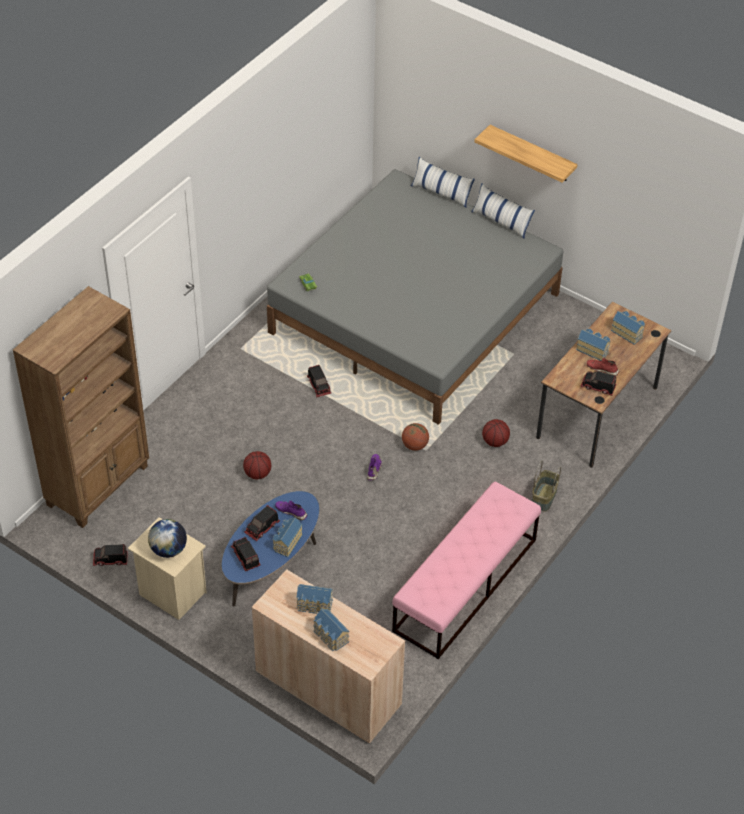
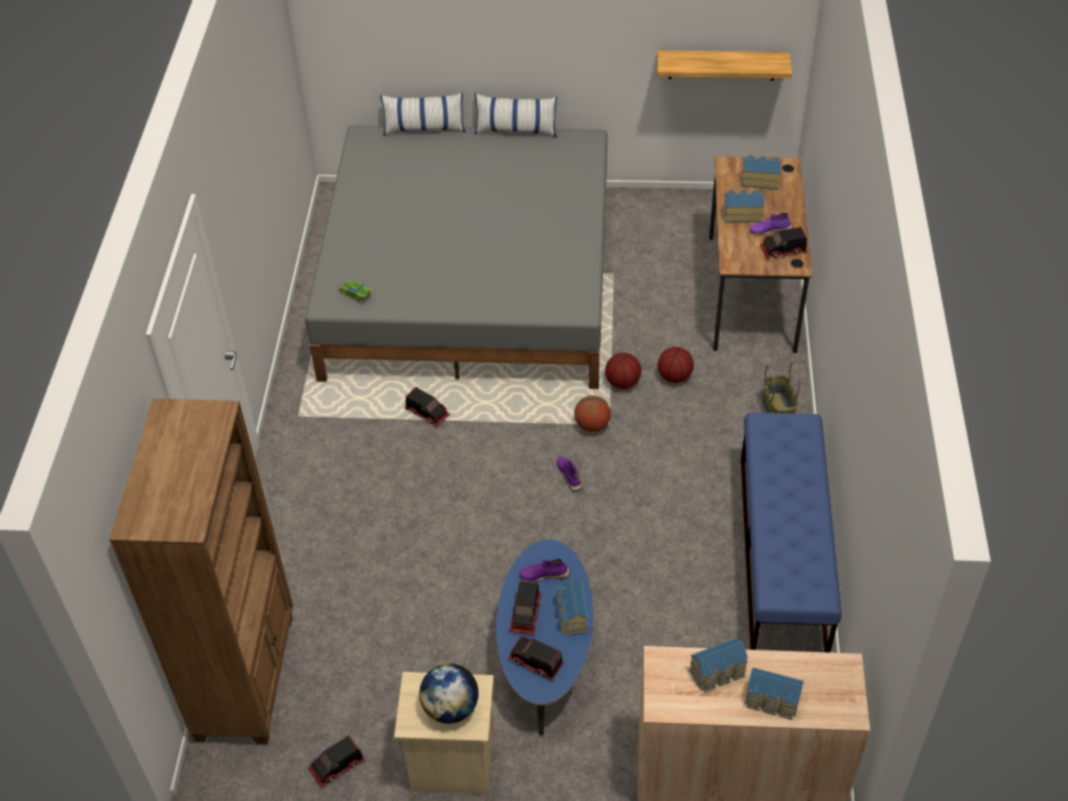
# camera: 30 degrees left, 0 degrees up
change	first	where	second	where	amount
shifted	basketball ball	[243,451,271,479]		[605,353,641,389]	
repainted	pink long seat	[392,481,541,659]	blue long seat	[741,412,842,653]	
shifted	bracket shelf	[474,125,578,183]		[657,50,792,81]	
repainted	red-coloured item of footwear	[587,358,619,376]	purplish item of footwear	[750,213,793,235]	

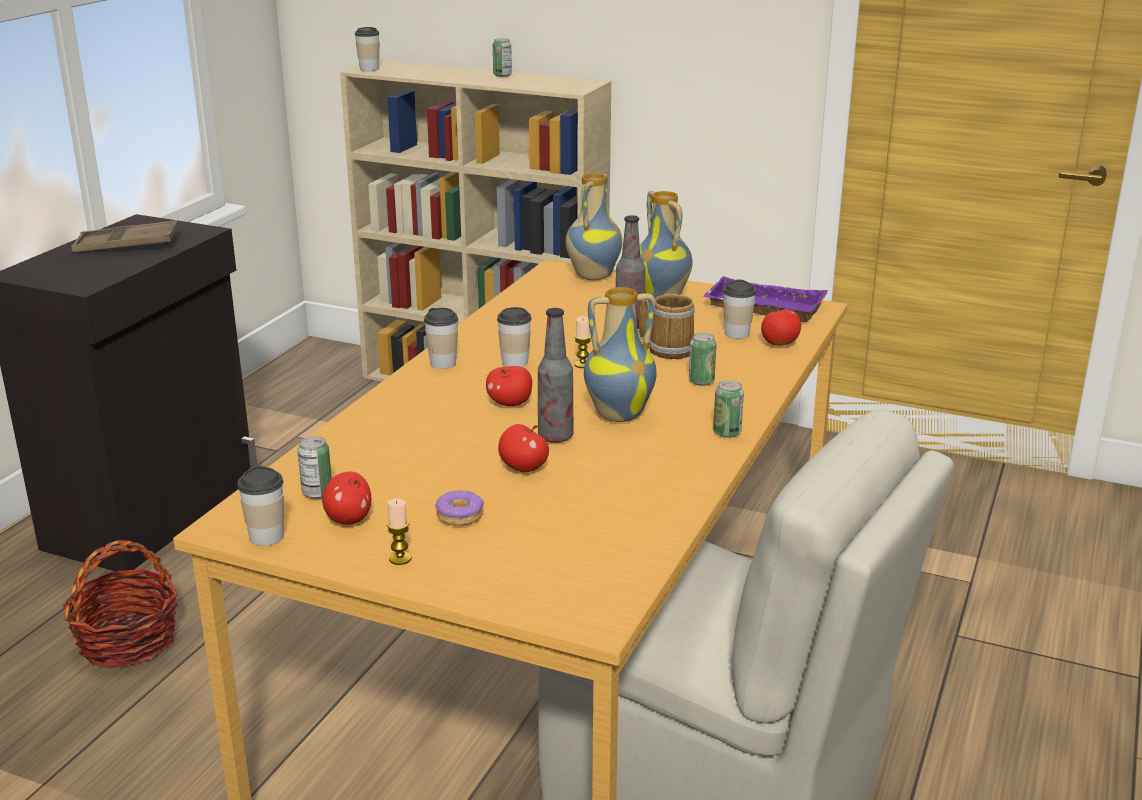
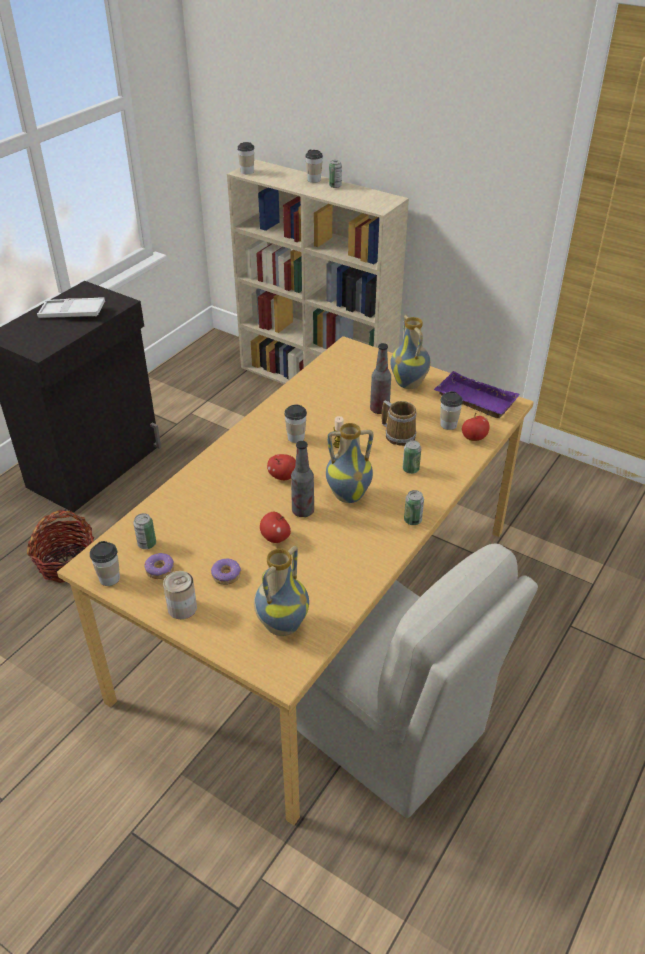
# camera: 10 degrees right, 15 degrees up
change	first	where	second	where	amount
repainted	brown-coloured serving tray	[71,220,178,253]	white serving tray	[37,297,105,318]	
swapped	whole apple	[322,472,371,525]	ring doughnut	[144,553,174,579]	
swapped	candle	[387,499,411,565]	can	[163,571,197,619]	
shifted	drinking cup	[424,308,459,369]		[305,150,323,183]	
shifted	decorative vase	[566,173,622,281]		[254,546,309,636]	

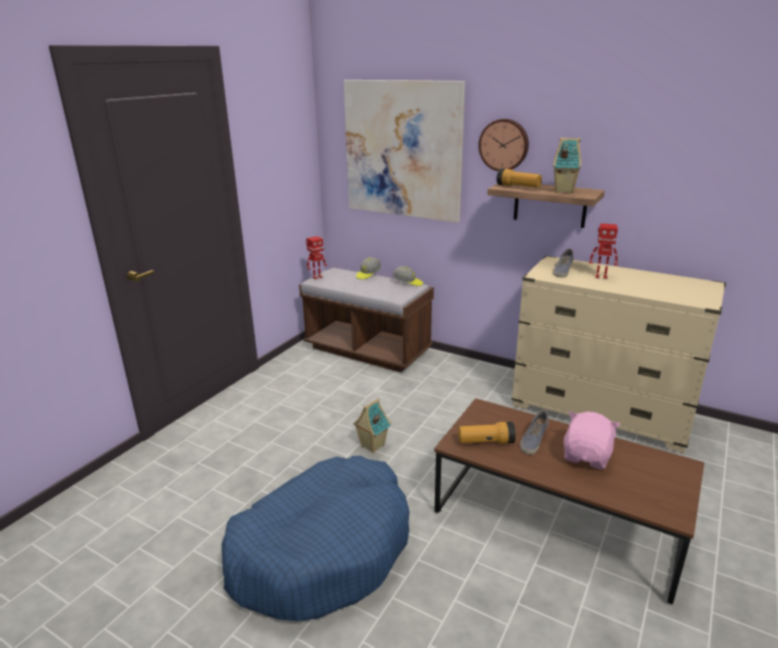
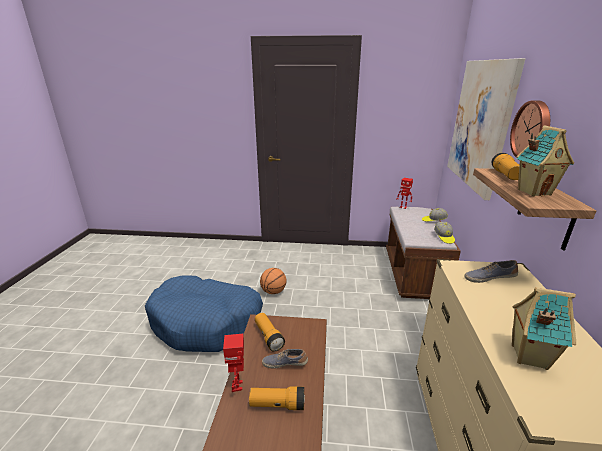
# camera: 65 degrees right, 0 degrees up
change	first	where	second	where	amount
shifted	miniature house	[353,398,391,453]		[512,287,576,370]	
swapped	pink plush toy	[564,411,621,469]	torch	[249,386,305,410]	
shifted	toy robot	[589,223,618,279]		[223,334,244,392]	
new			basketball ball	[260,268,286,294]	

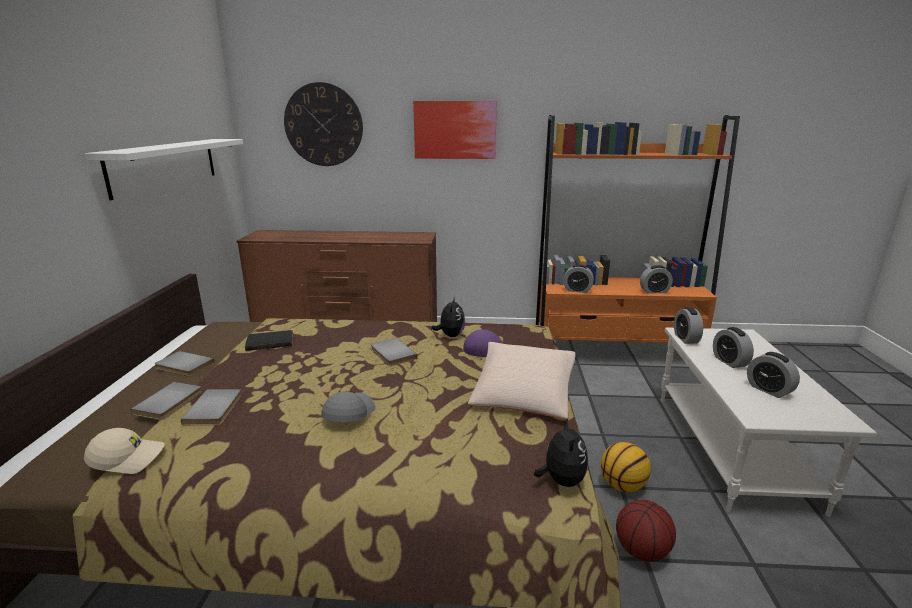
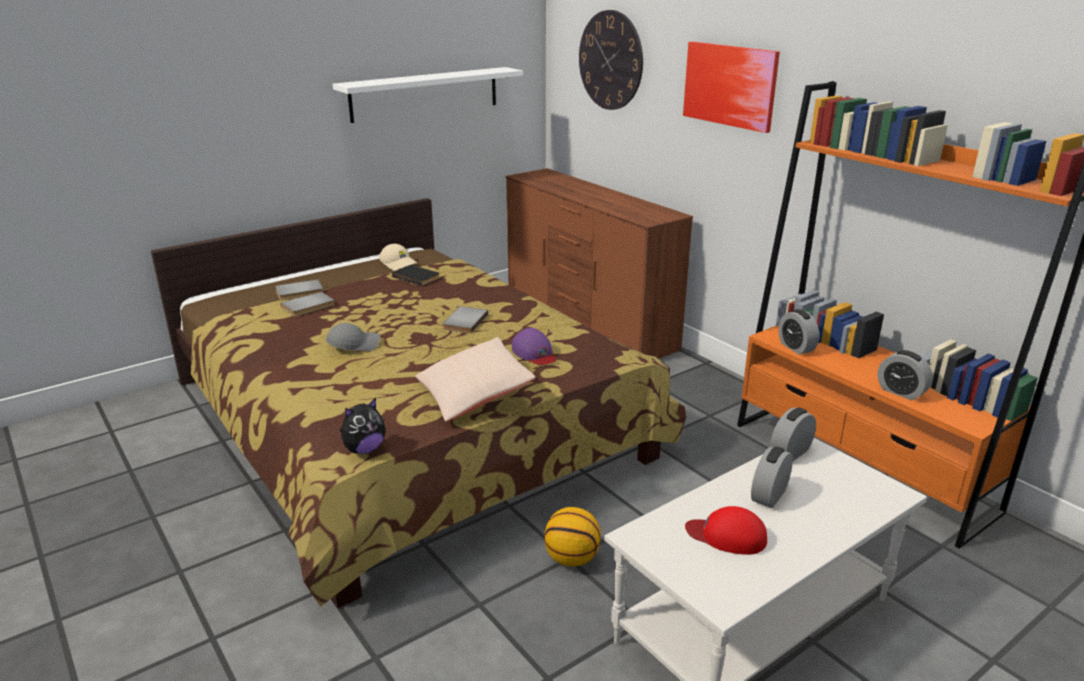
# camera: 50 degrees right, 5 degrees up
change	first	where	second	where	amount
shifted	beige-coloured peaked cap	[84,428,165,474]		[379,244,417,271]	
gone	gray book	[155,351,215,377]			
gone	plush toy	[431,297,465,337]			
gone	basketball ball	[616,500,676,562]			
swapped	alarm clock	[747,352,800,398]	red-coloured peaked cap	[685,506,767,555]	

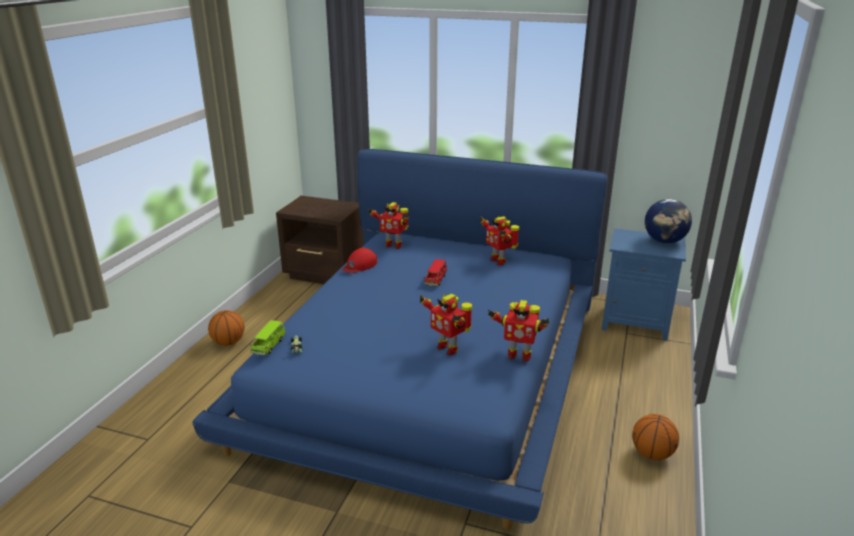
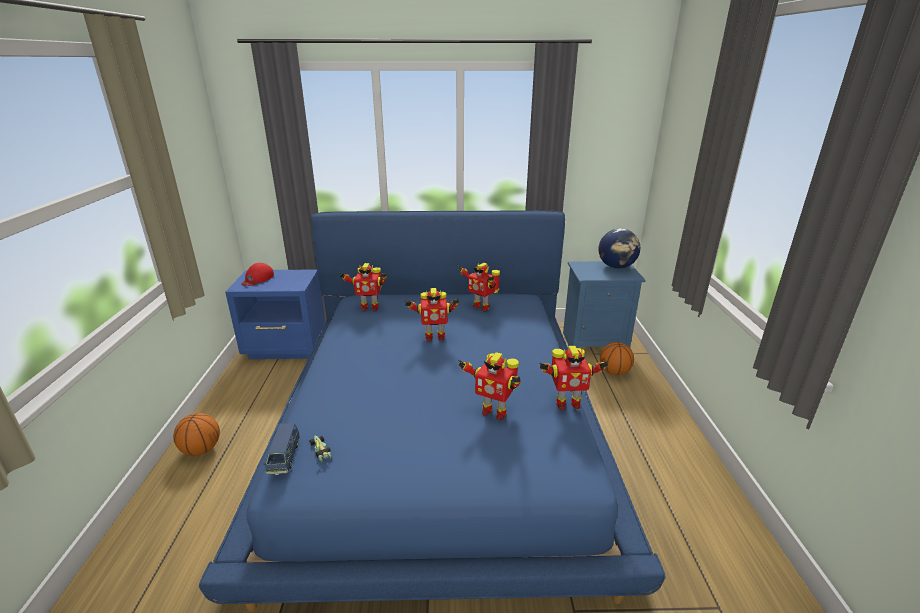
# camera: 20 degrees left, 0 degrees up
change	first	where	second	where	amount
repainted	green model car	[250,320,286,356]	blue model car	[264,423,300,475]	
repainted	brown-coloured bedside table	[276,196,364,284]	blue bedside table	[225,270,325,359]	
shifted	red-coloured peaked cap	[342,248,377,273]		[241,263,274,286]	
swapped	red-coloured model car	[424,259,447,286]	toy robot	[404,288,459,341]	
shifted	basketball ball	[632,414,679,460]		[600,342,634,375]	

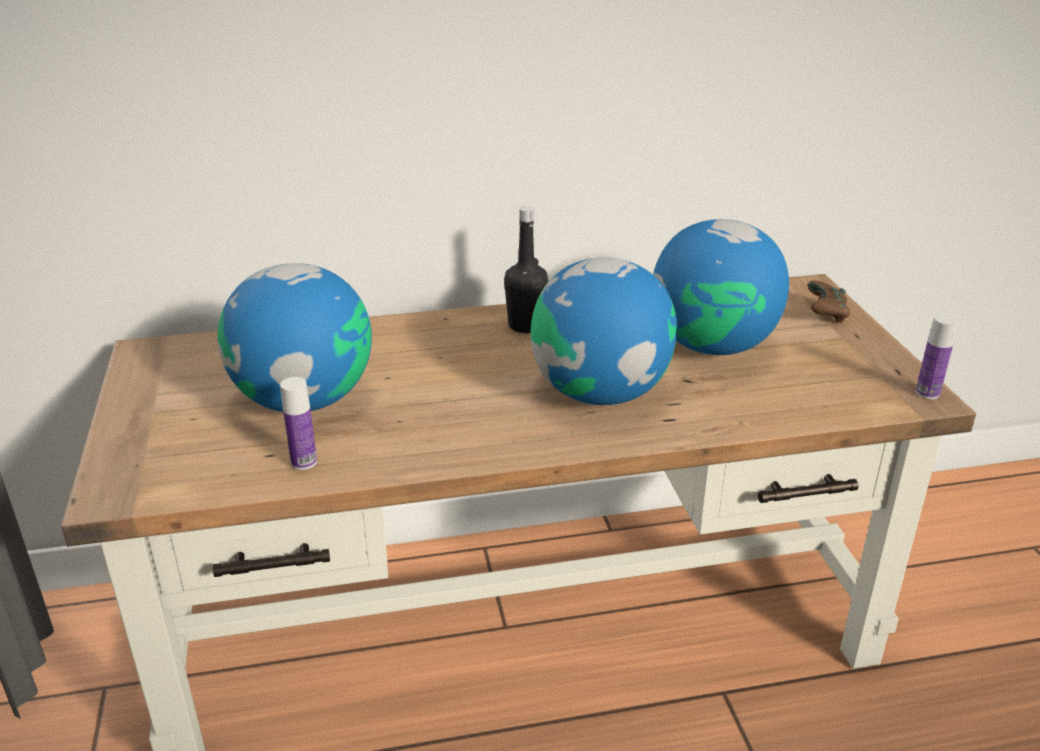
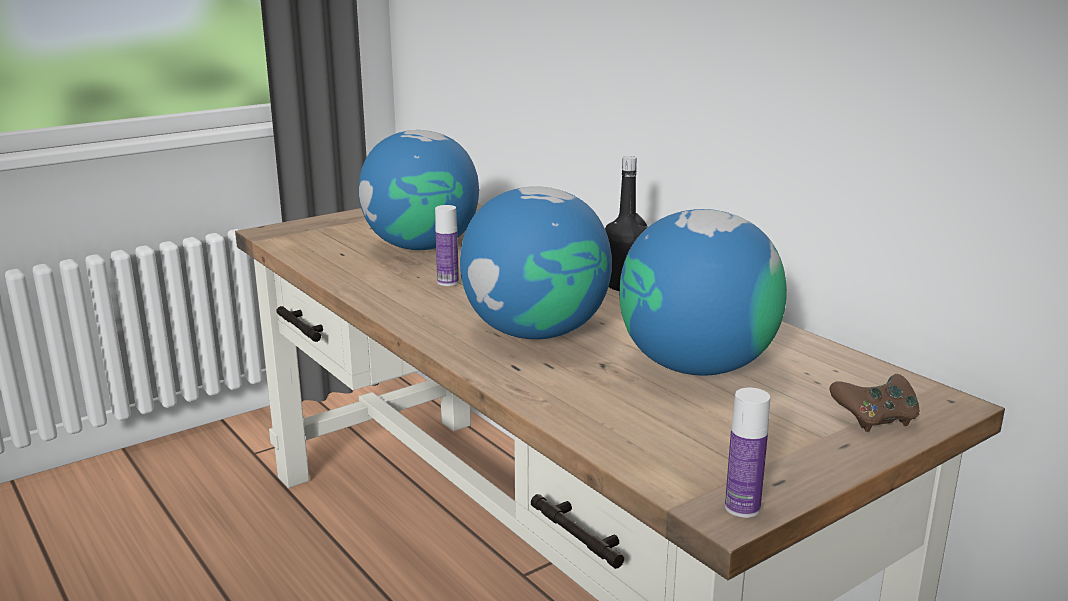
# camera: 65 degrees right, 10 degrees down
change	first	where	second	where	amount
shifted	bottle	[280,377,317,470]		[435,205,459,286]	

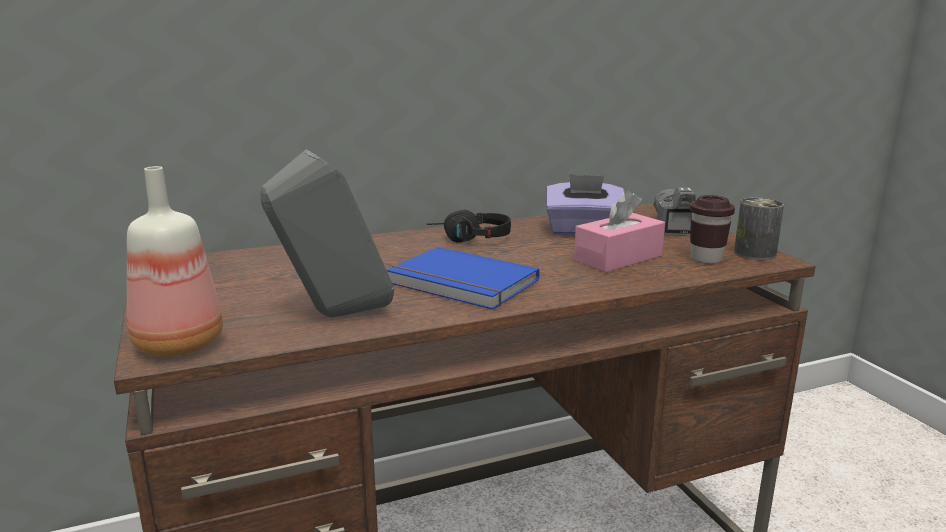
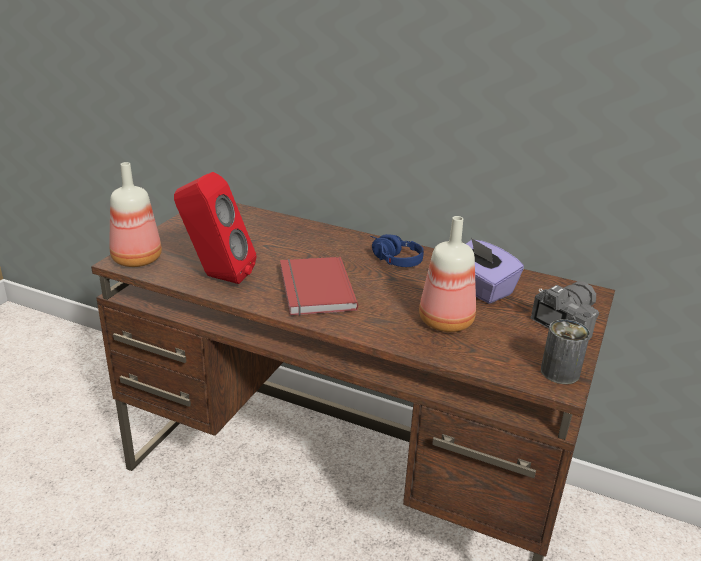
# camera: 45 degrees right, 10 degrees up
change	first	where	second	where	amount
repainted	gray loudspeaker	[261,149,394,317]	red-coloured loudspeaker	[174,172,256,284]	
repainted	blue book	[386,247,540,310]	red-coloured book	[280,257,358,316]	
repainted	blackish headset	[427,210,511,243]	blue headset	[370,234,424,267]	
swapped	pink tissue holder	[574,190,665,272]	bottle	[419,216,476,332]	
gone	brown-coloured drinking cup	[690,195,735,264]			

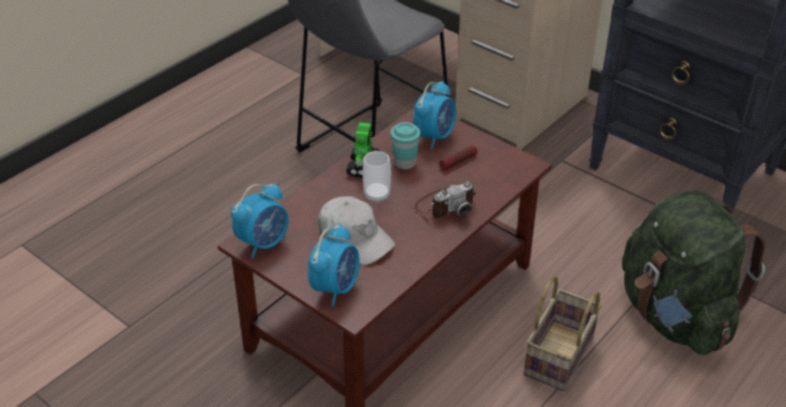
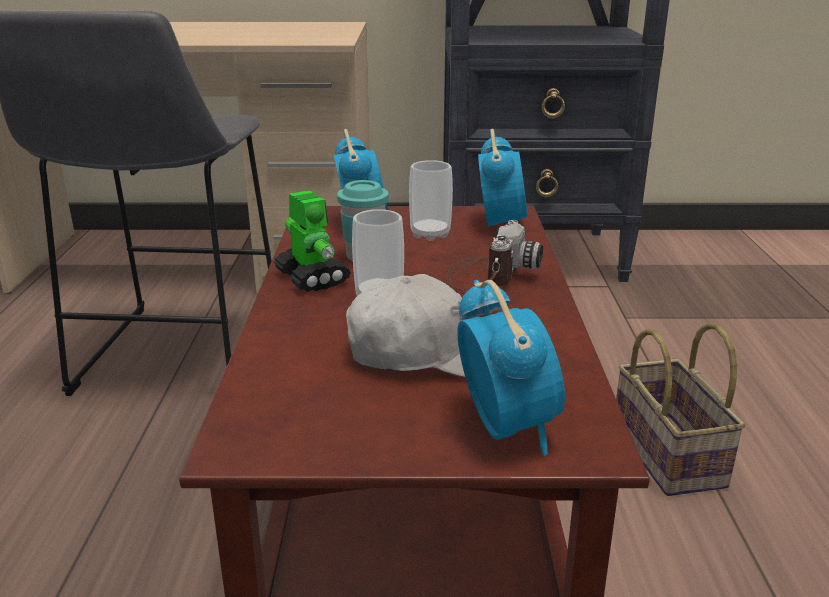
# camera: 40 degrees left, 15 degrees down
change	first	where	second	where	amount
shifted	alarm clock	[231,183,289,259]		[478,129,527,226]	
swapped	torch	[439,145,478,170]	drinking cup	[409,160,453,241]	
gone	green backpack	[622,190,765,355]			

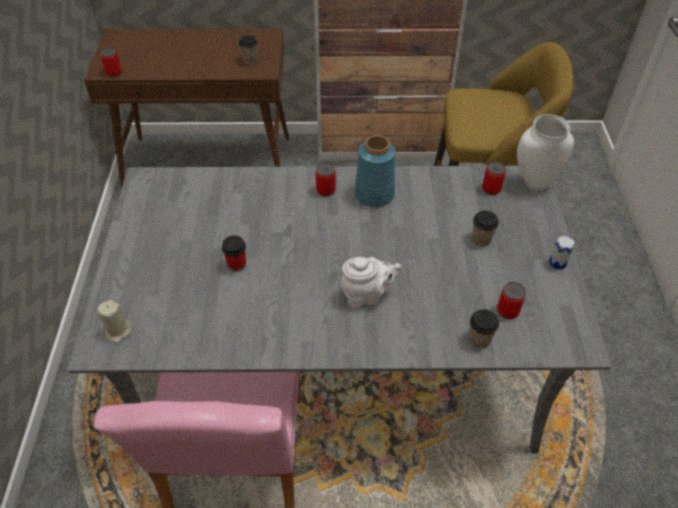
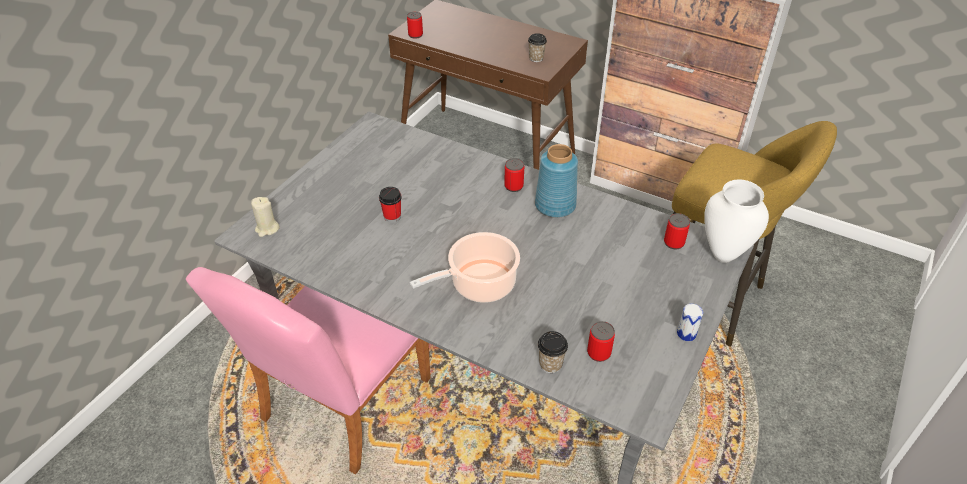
# camera: 30 degrees right, 5 degrees down
change	first	where	second	where	amount
swapped	white tea pot	[341,257,402,308]	stockpot	[410,232,520,303]	
gone	drinking cup	[472,210,499,247]			

